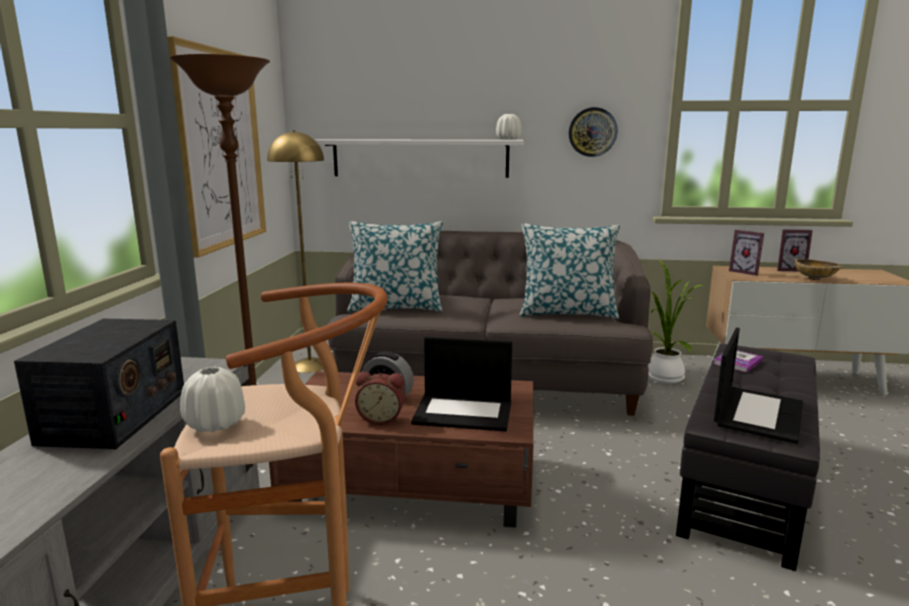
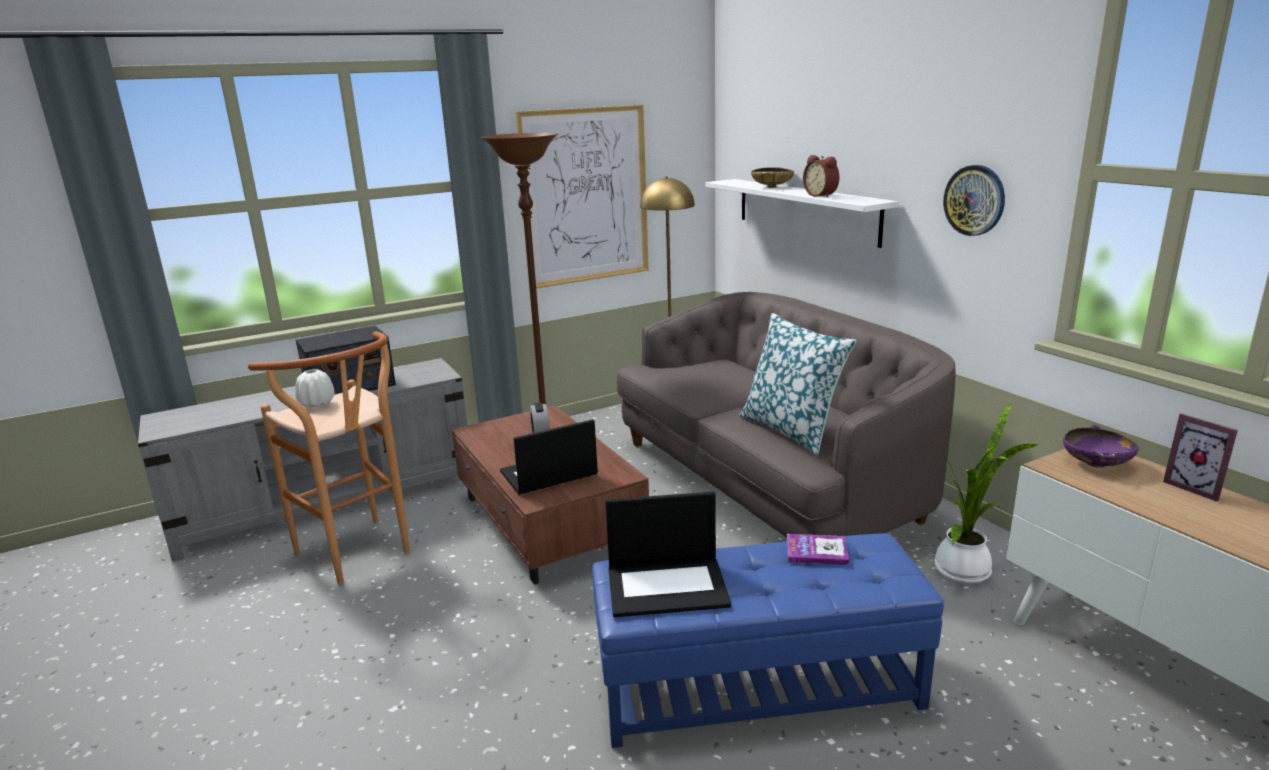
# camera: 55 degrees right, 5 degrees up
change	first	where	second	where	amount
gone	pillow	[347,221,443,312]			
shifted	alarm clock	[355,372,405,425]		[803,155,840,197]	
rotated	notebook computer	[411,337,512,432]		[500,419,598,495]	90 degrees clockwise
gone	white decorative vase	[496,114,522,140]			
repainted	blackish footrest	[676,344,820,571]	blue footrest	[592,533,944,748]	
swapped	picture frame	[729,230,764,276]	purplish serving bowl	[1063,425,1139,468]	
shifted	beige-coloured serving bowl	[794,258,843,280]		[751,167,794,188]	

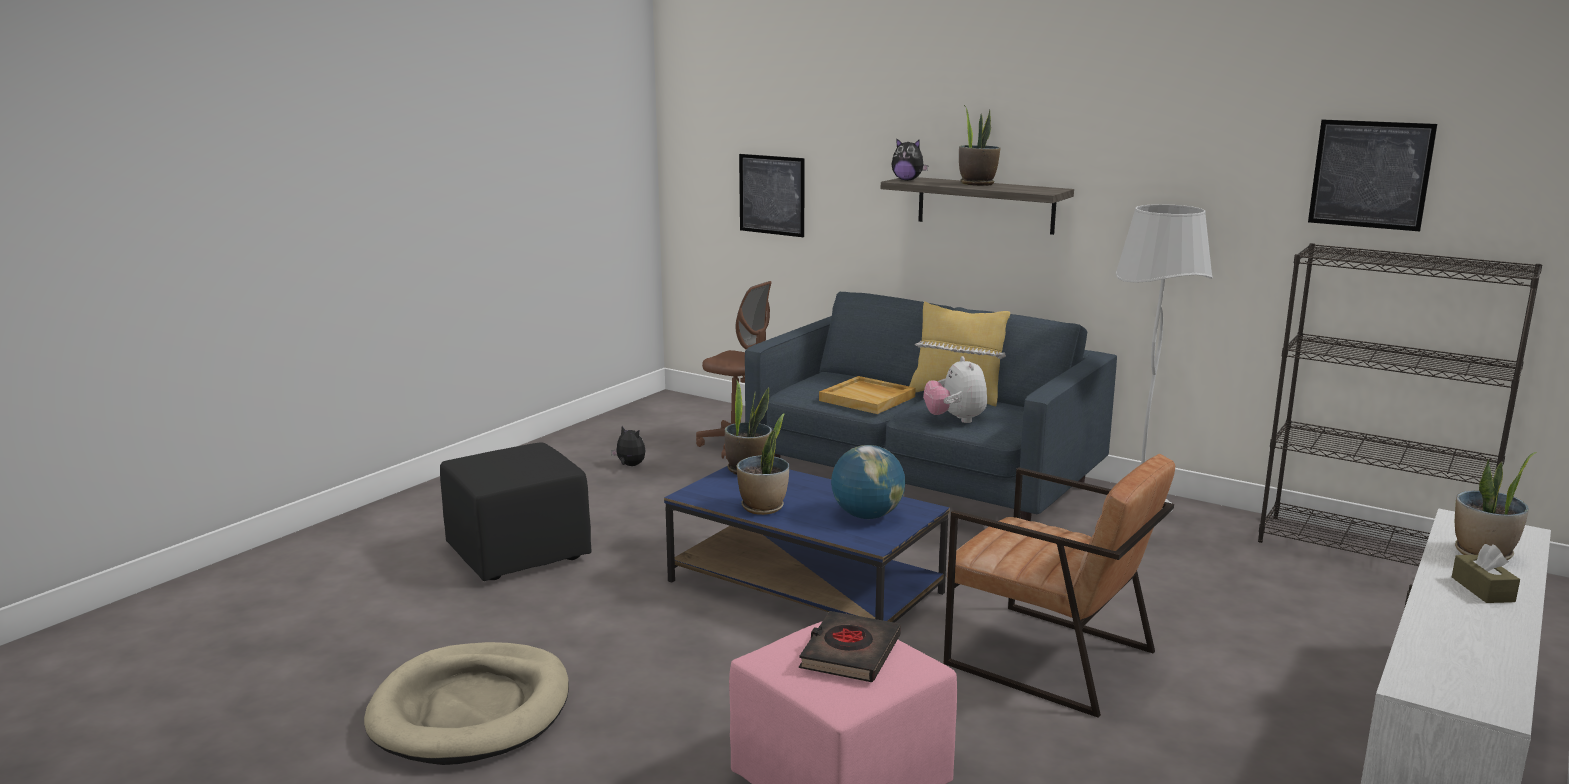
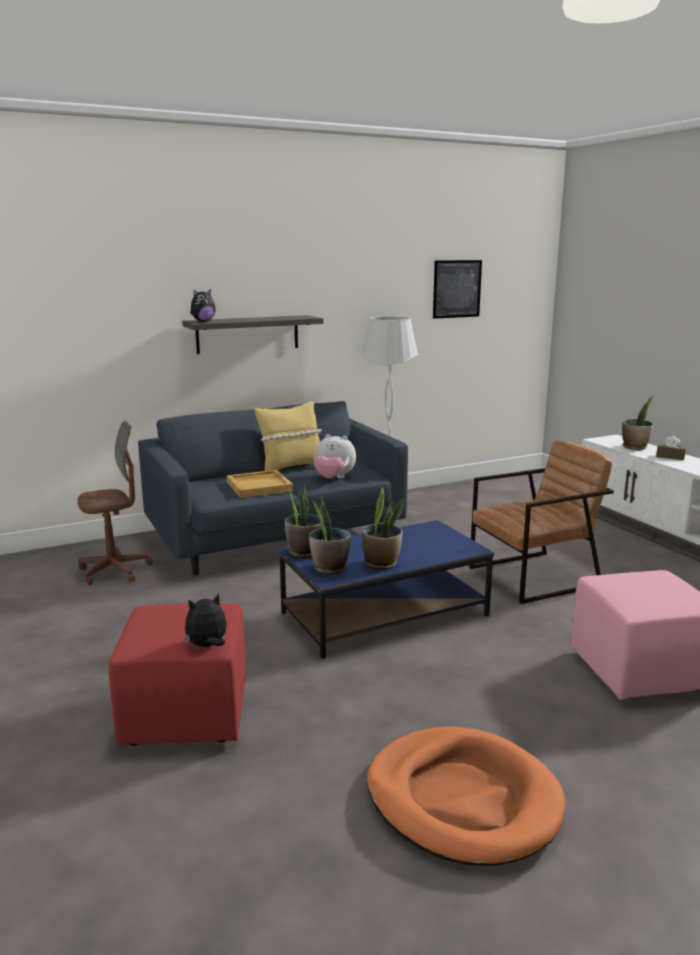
# camera: 60 degrees left, 0 degrees up
change	first	where	second	where	amount
repainted	beige-coloured dog cushion	[364,642,569,765]	orange dog cushion	[367,726,565,866]	
repainted	blackish footrest	[440,442,592,581]	red-coloured footrest	[109,603,246,746]	
shifted	plush toy	[611,426,645,466]		[185,594,227,647]	
gone	picture	[739,154,805,237]			
gone	blackish book	[799,611,901,682]			
gone	globe	[831,445,905,519]			
shifted	houseplant	[959,105,1000,186]		[309,496,351,574]	
gone	blackish shelving unit	[1258,243,1542,566]			

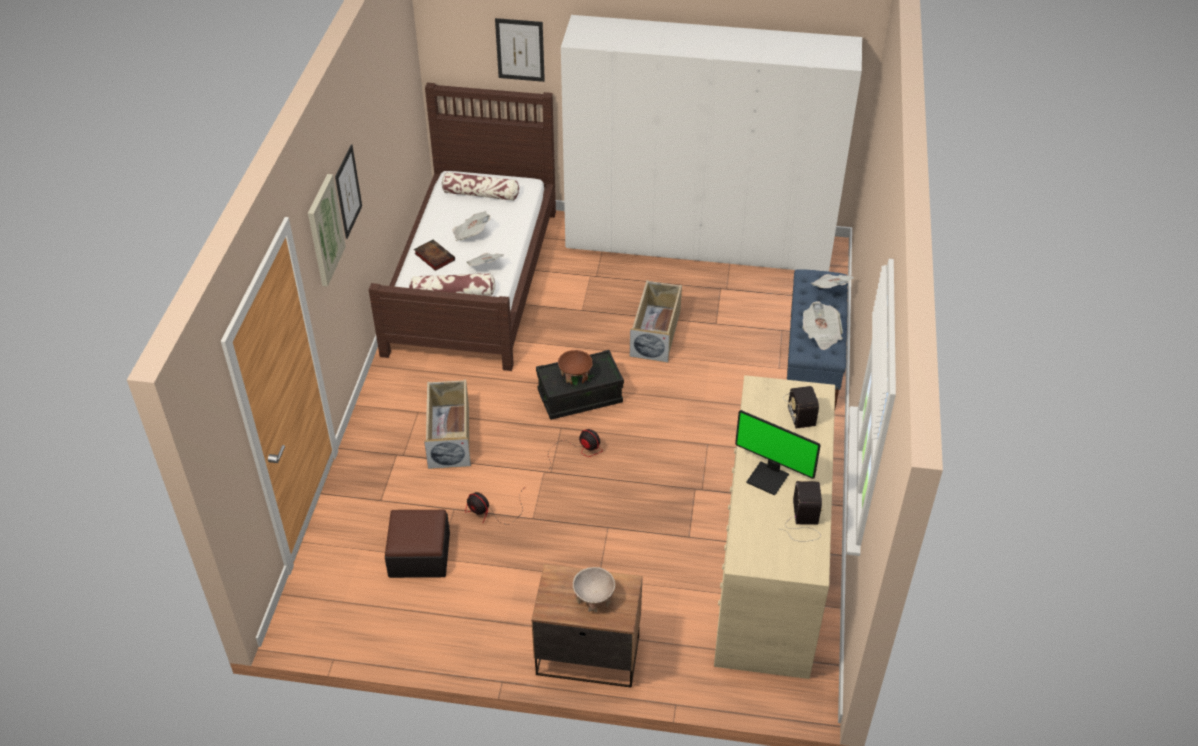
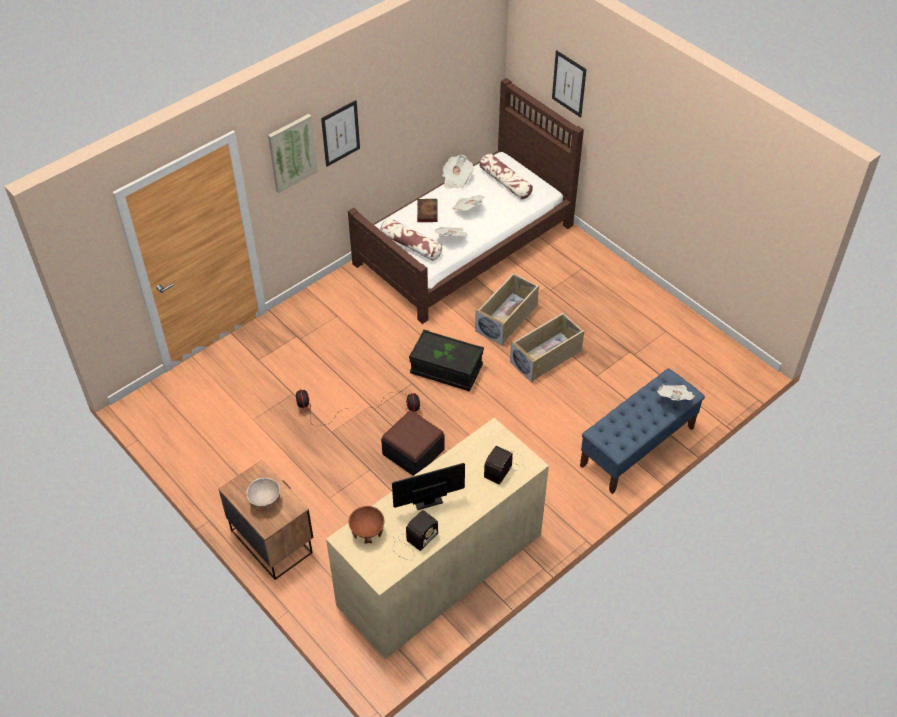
# camera: 40 degrees right, 5 degrees up
change	first	where	second	where	amount
shifted	footrest	[385,510,450,578]		[381,410,444,476]	
shifted	beige-coloured storage bin	[424,379,471,469]		[475,273,539,346]	
shifted	brown-coloured serving bowl	[558,350,593,385]		[349,506,385,544]	
gone	white wardrobe	[561,15,862,271]			
rotated	monitor	[735,410,821,495]		[392,463,465,510]	90 degrees clockwise
shifted	newspaper	[803,301,843,350]		[442,155,474,189]	

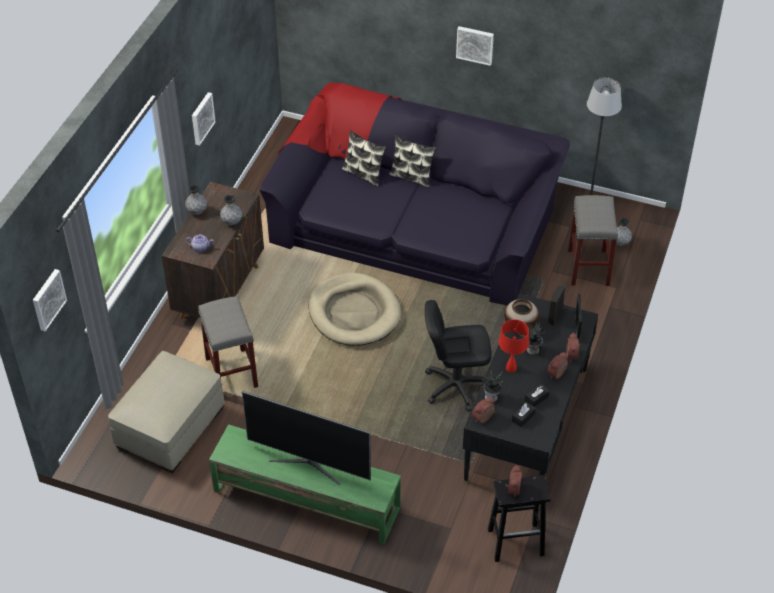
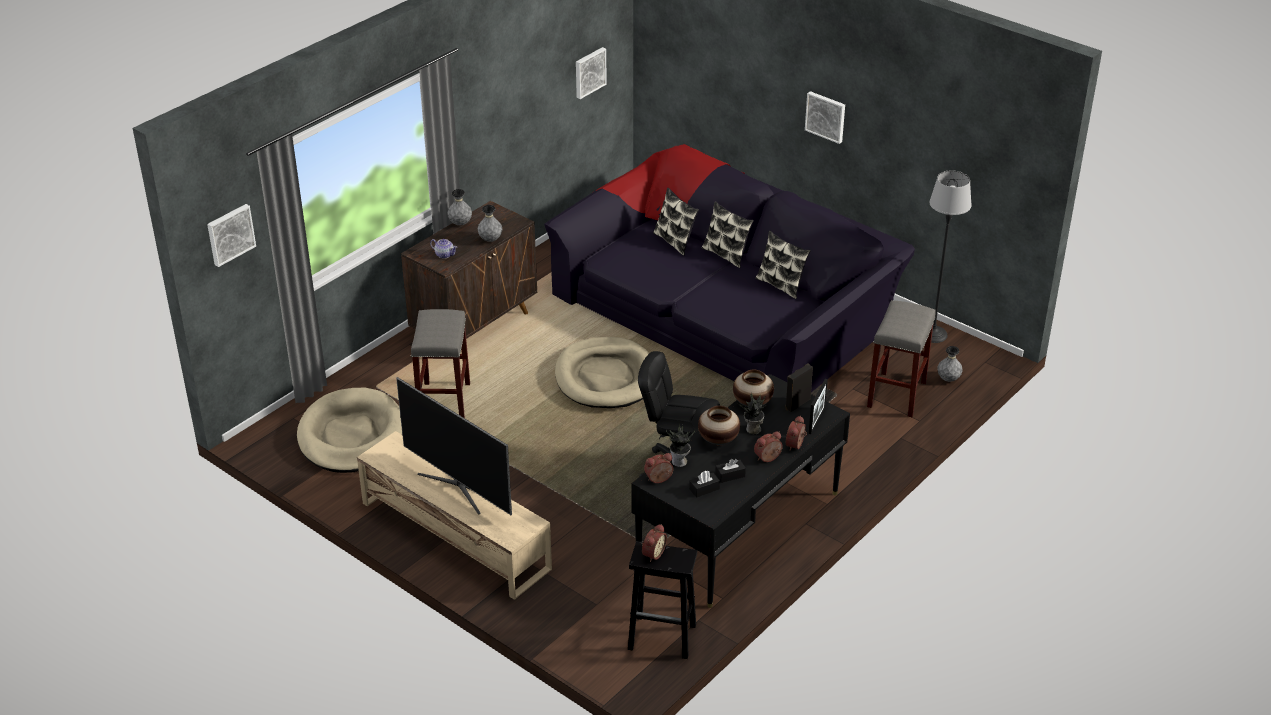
# camera: 20 degrees right, 10 degrees down
change	first	where	second	where	amount
swapped	beige-coloured footrest	[108,351,225,473]	beige-coloured dog cushion	[297,388,402,473]	
shifted	picture	[192,92,216,146]		[576,47,607,99]	
repainted	green tv stand	[209,424,401,544]	beige-coloured tv stand	[357,431,552,600]	
swapped	red-coloured lamp for a table	[499,319,529,373]	decorative vase	[698,406,740,445]	
new			pillow	[755,231,811,299]	

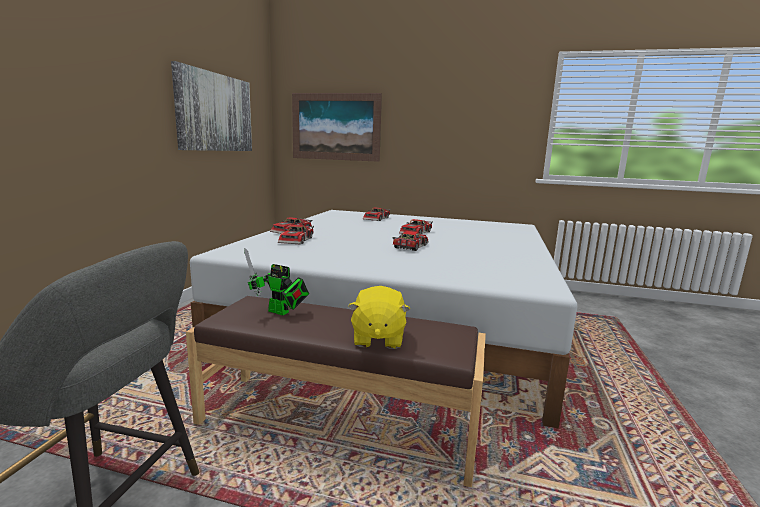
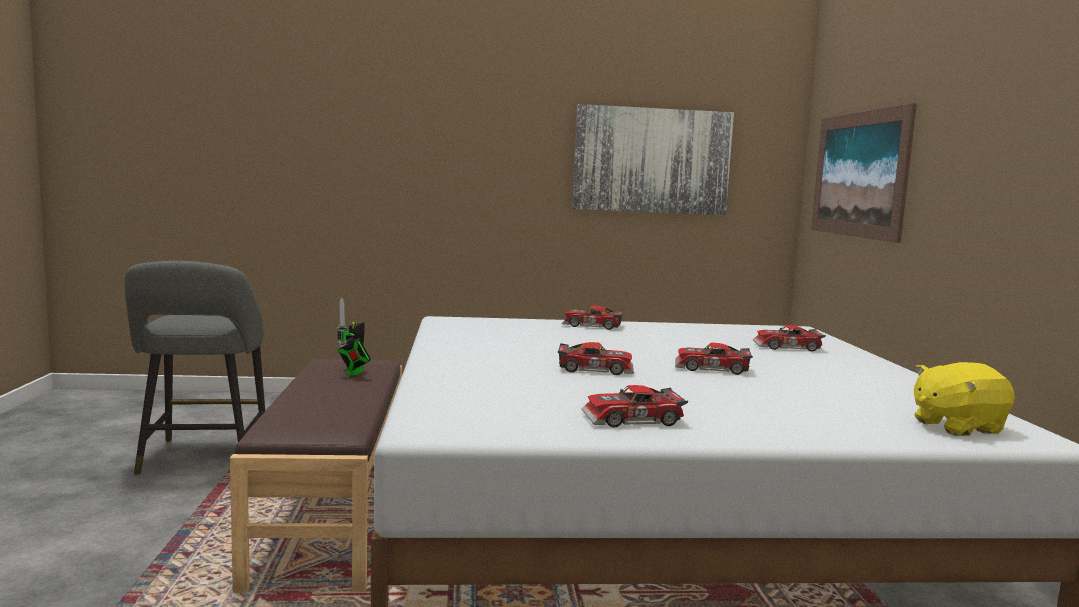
# camera: 70 degrees right, 5 degrees down
change	first	where	second	where	amount
shifted	model car	[278,225,314,244]		[582,385,688,428]	
shifted	yellow-coloured plush toy	[348,286,410,349]		[914,362,1015,436]	

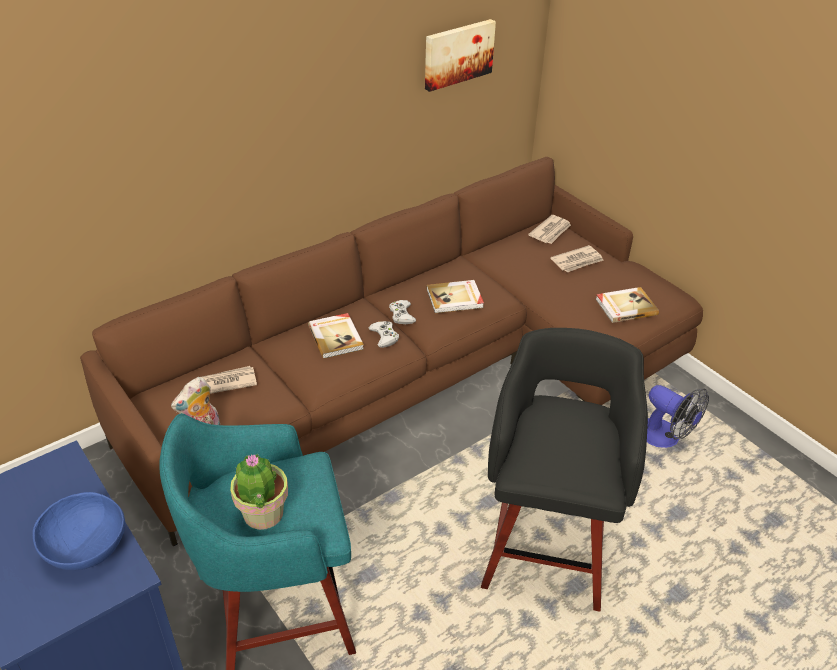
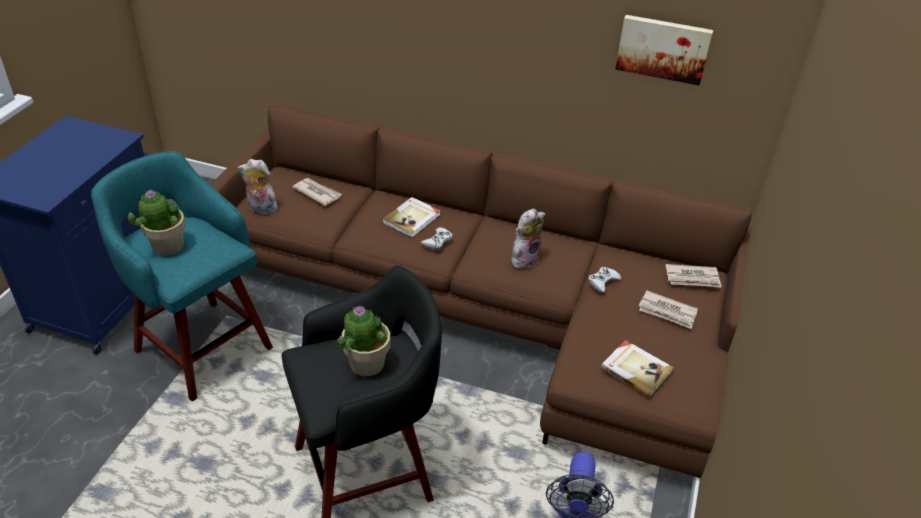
# camera: 55 degrees right, 0 degrees up
change	first	where	second	where	amount
gone	blue serving bowl	[33,492,125,570]			
shifted	white gamepad	[389,300,416,324]		[588,267,621,292]	
swapped	book	[426,280,484,313]	plush toy	[511,208,545,269]	
new			houseplant	[337,306,390,376]	

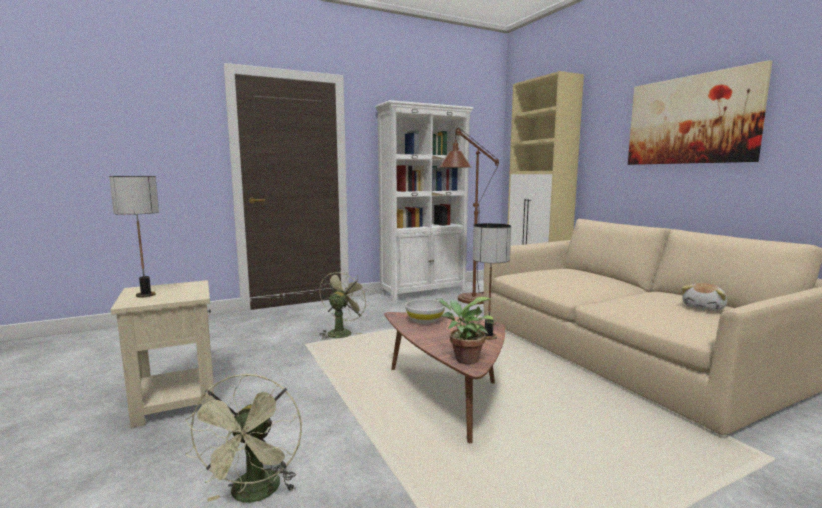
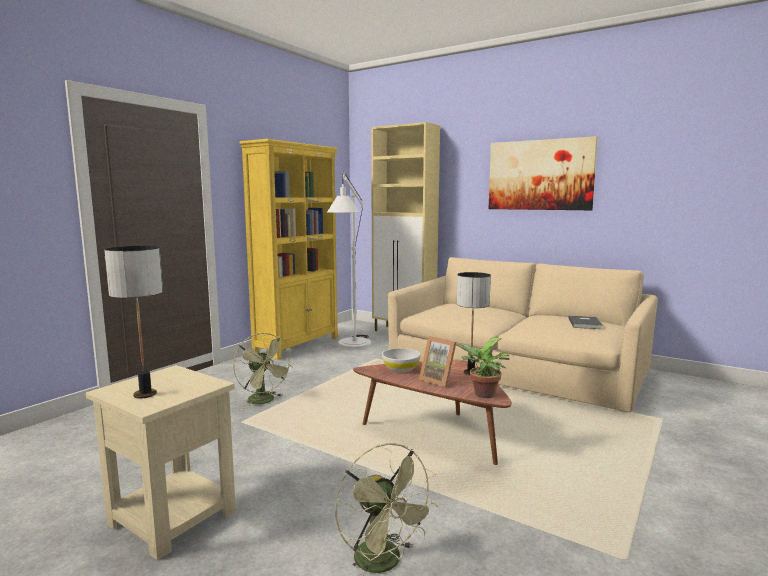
# camera: 30 degrees left, 0 degrees up
change	first	where	second	where	amount
rotated	green fan	[319,269,369,340]		[233,333,293,408]	150 degrees clockwise
repainted	white shelving unit	[375,100,474,302]	yellow-coloured shelving unit	[239,139,338,360]	
repainted	brown-coloured standing lamp	[440,128,499,304]	white standing lamp	[327,172,371,349]	
swapped	plush toy	[681,283,727,311]	gray book	[569,316,603,329]	
new			picture frame	[419,336,456,387]	

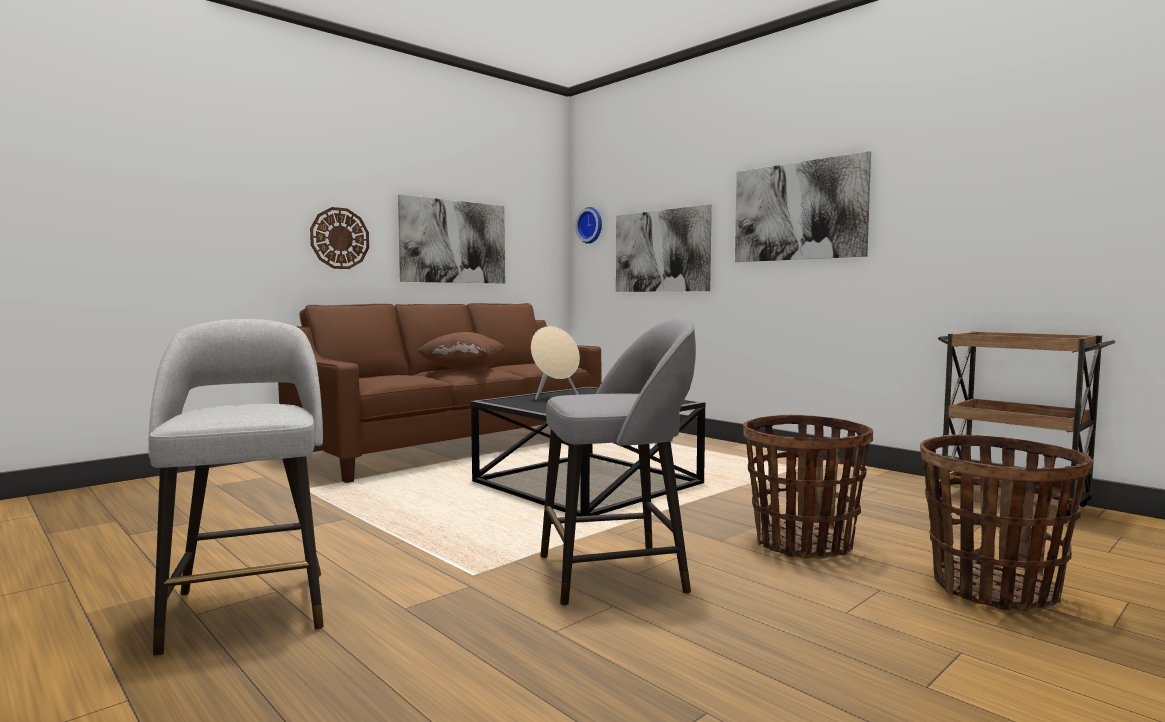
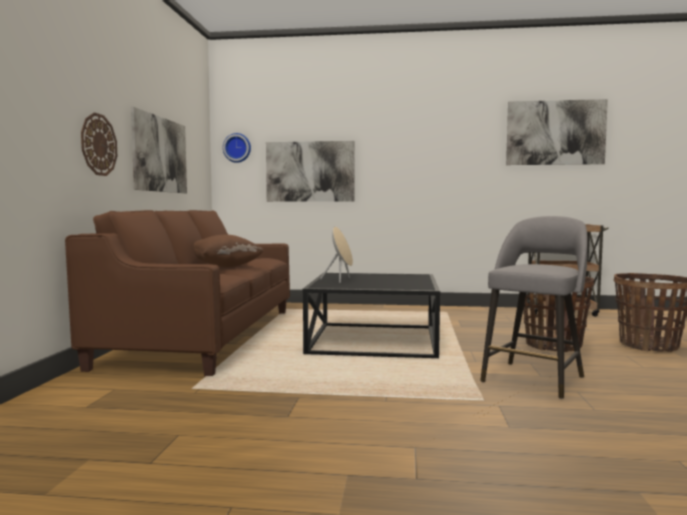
# camera: 40 degrees left, 0 degrees up
change	first	where	second	where	amount
gone	gray sitting stool	[148,319,324,656]			
shifted	picture	[735,151,871,262]		[506,99,608,165]	

